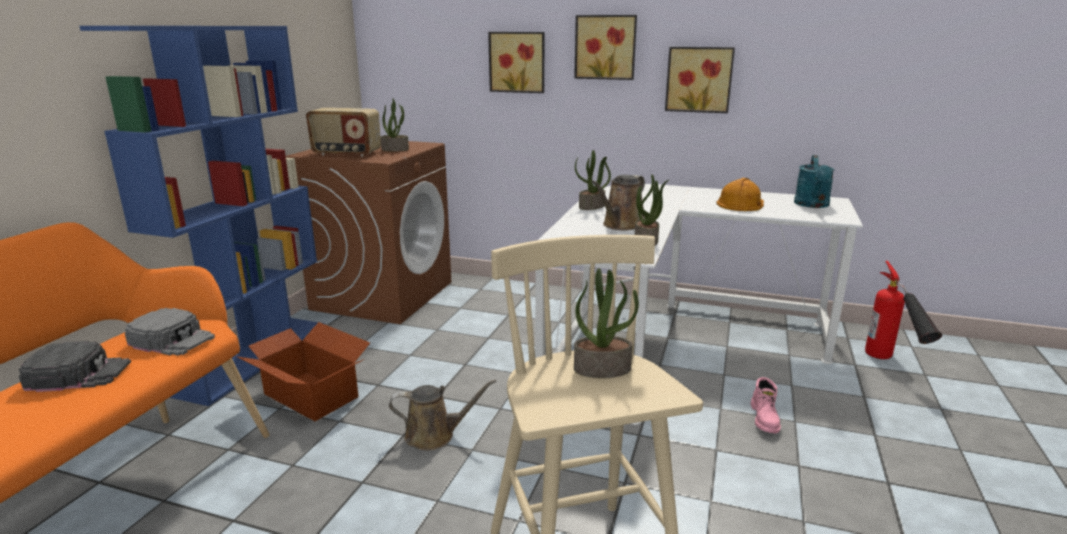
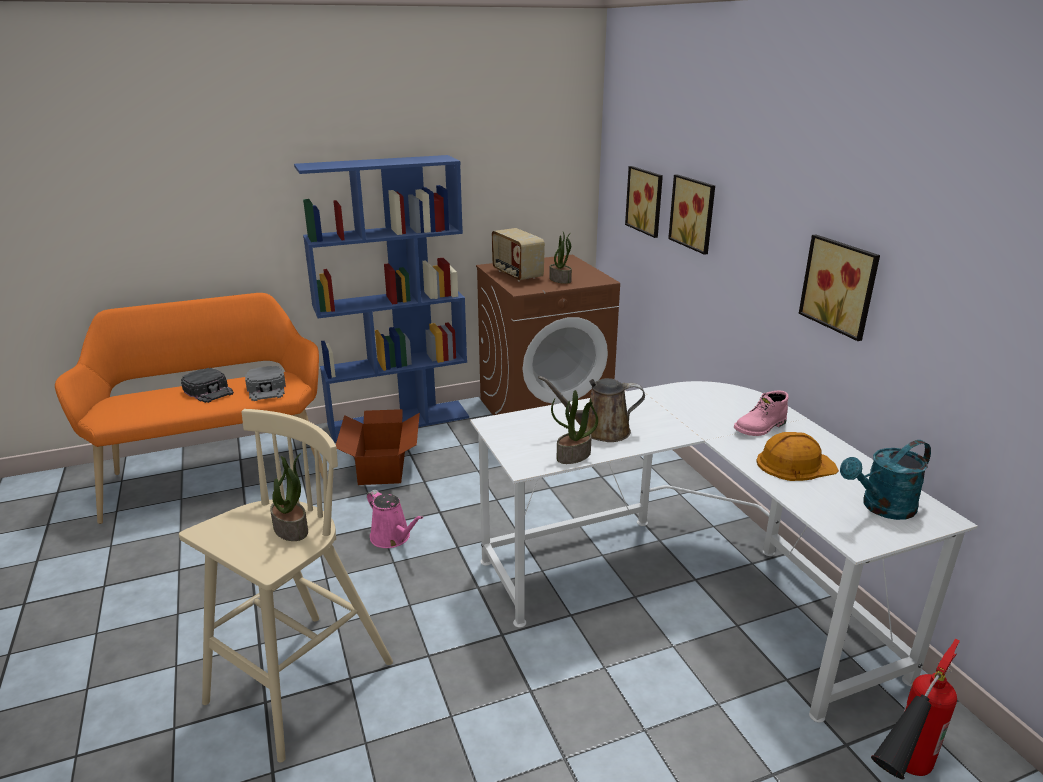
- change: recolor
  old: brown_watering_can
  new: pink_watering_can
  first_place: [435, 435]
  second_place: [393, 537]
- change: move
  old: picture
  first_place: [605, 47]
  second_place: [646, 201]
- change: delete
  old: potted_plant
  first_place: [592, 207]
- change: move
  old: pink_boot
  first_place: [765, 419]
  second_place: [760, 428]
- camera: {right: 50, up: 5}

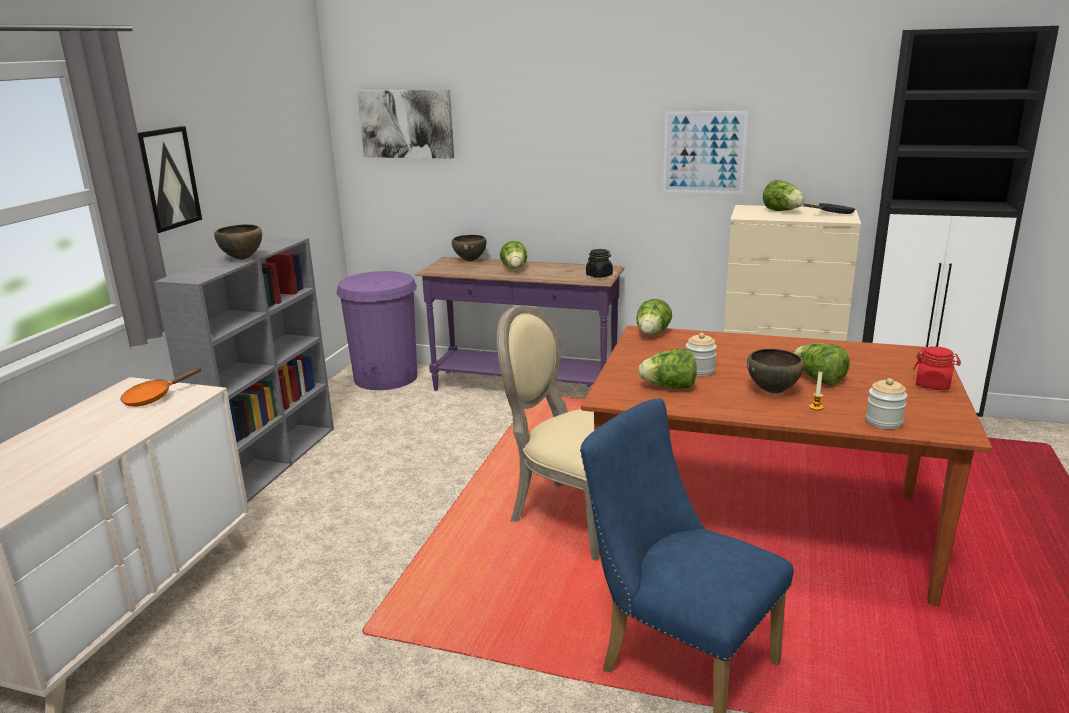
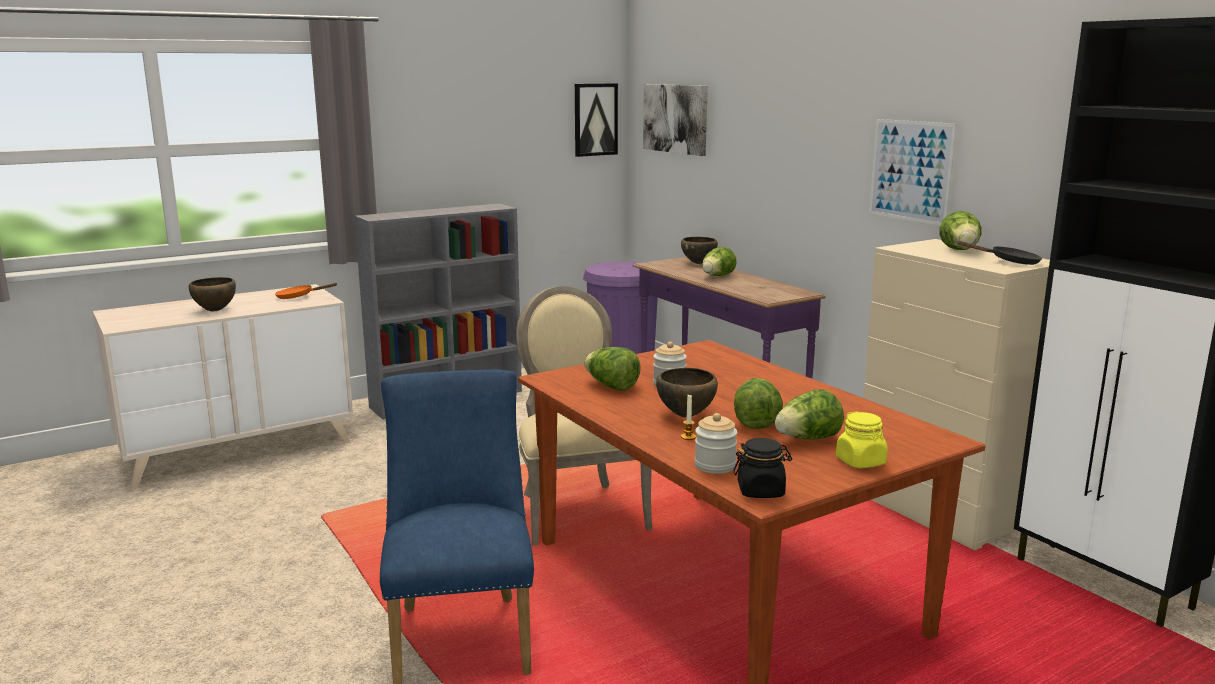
- change: move
  old: picture
  first_place: [167, 178]
  second_place: [595, 119]
- change: move
  old: brown_bowl
  first_place: [243, 259]
  second_place: [215, 310]
- change: move
  old: black_jar
  first_place: [599, 275]
  second_place: [761, 491]
- change: move
  old: lettuce
  first_place: [652, 334]
  second_place: [807, 439]
- change: recolor
  old: red_jar
  new: yellow_jar
  first_place: [933, 384]
  second_place: [861, 462]
- camera: {right: 40, up: -5}

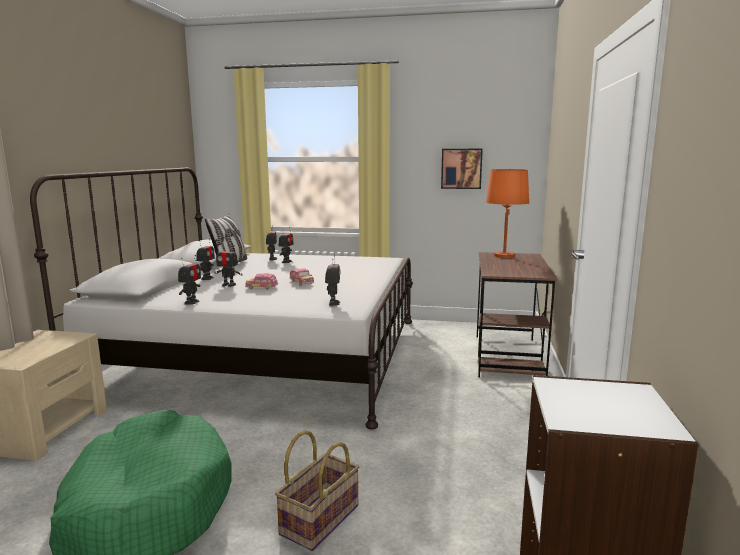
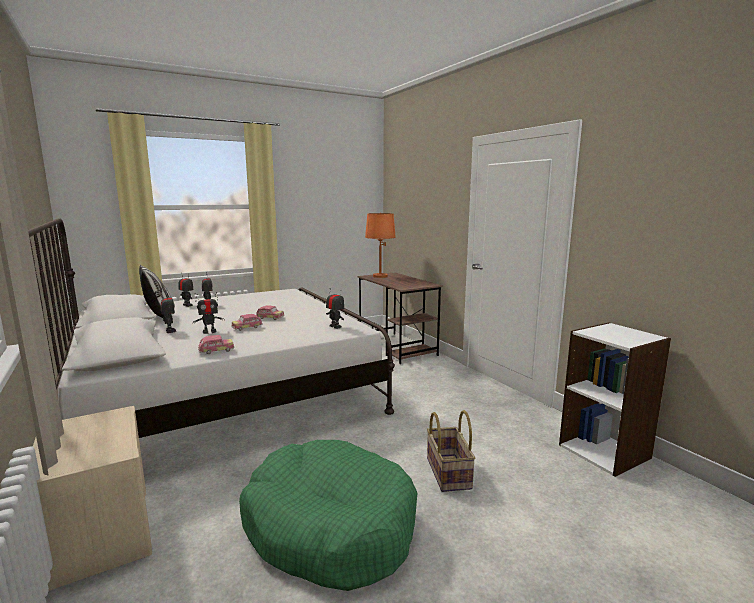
- change: replace
  old: toy_robot
  new: toy_car
  first_place: [191, 302]
  second_place: [216, 351]
- change: delete
  old: picture
  first_place: [461, 168]
- camera: {right: -40, up: 0}

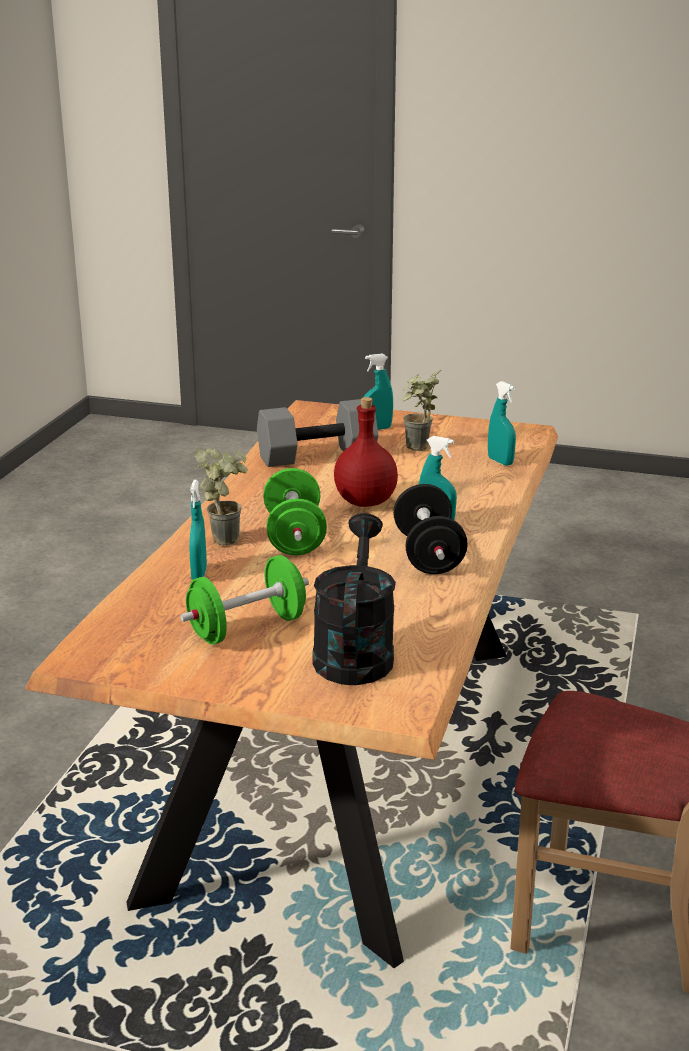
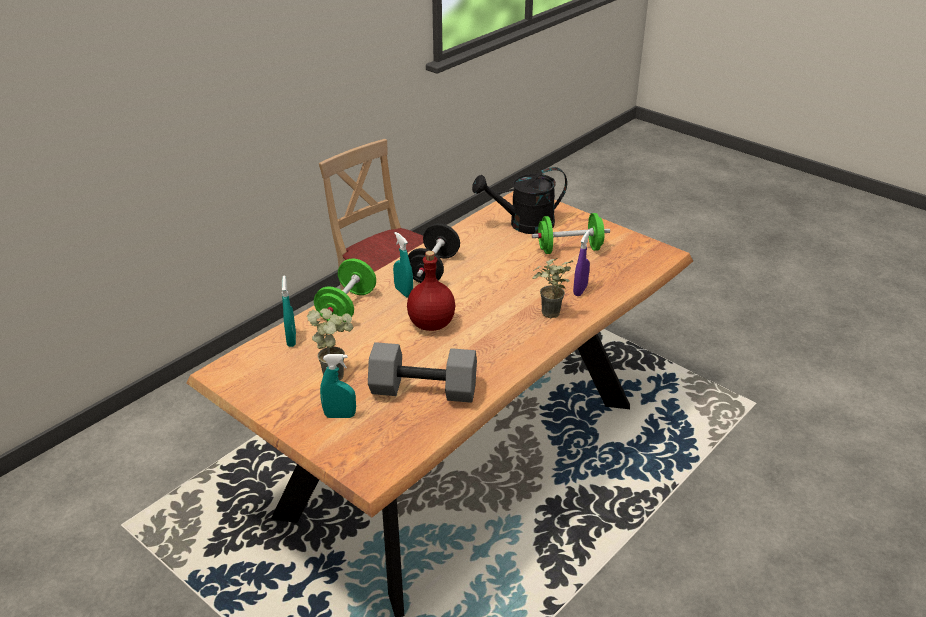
- change: recolor
  old: turquoise_spray_bottle
  new: purple_spray_bottle
  first_place: [199, 574]
  second_place: [580, 290]
- change: move
  old: green_dumbbell
  first_place: [294, 537]
  second_place: [347, 307]
- change: rotate
  old: black_watering_can
  first_place: [354, 652]
  second_place: [523, 225]
  degrees: 45
- camera: {right: -155, up: 10}

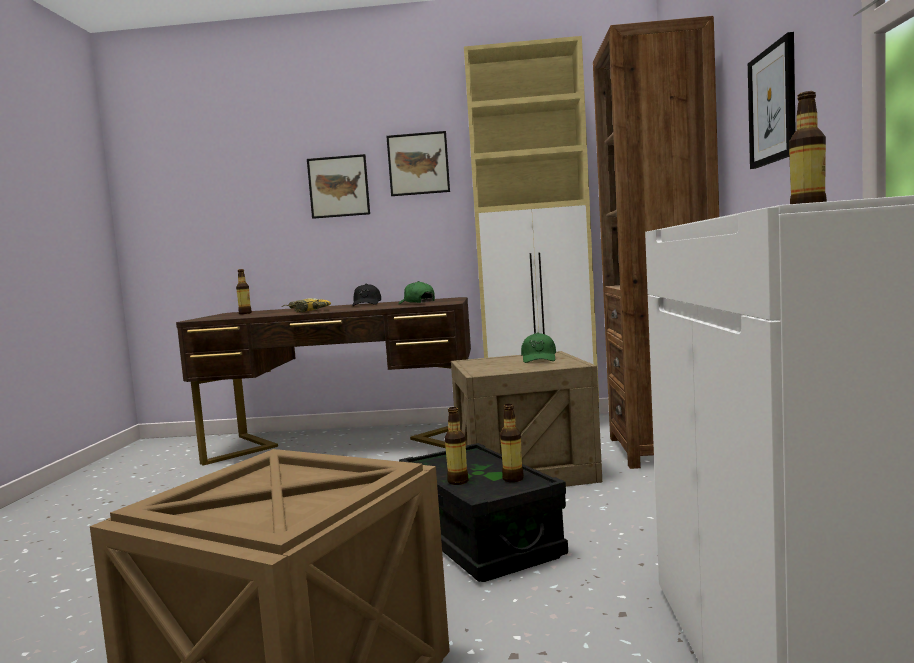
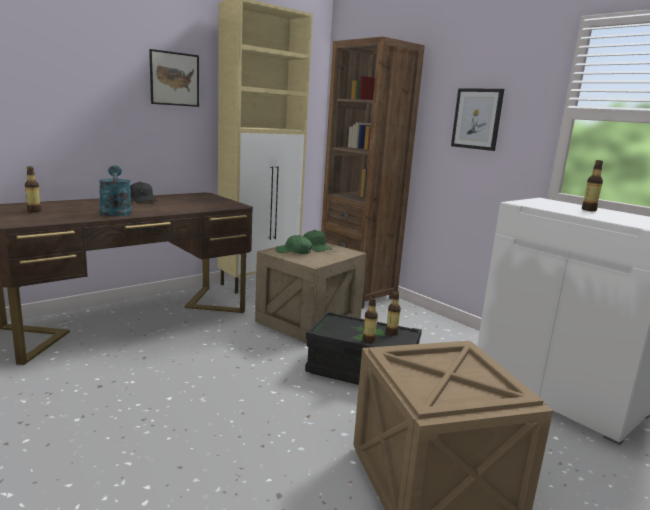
- change: replace
  old: power_drill
  new: turquoise_watering_can
  first_place: [304, 311]
  second_place: [115, 211]
- change: delete
  old: picture
  first_place: [338, 186]
- change: move
  old: green_cap
  first_place: [416, 303]
  second_place: [294, 252]
- camera: {right: -45, up: 10}

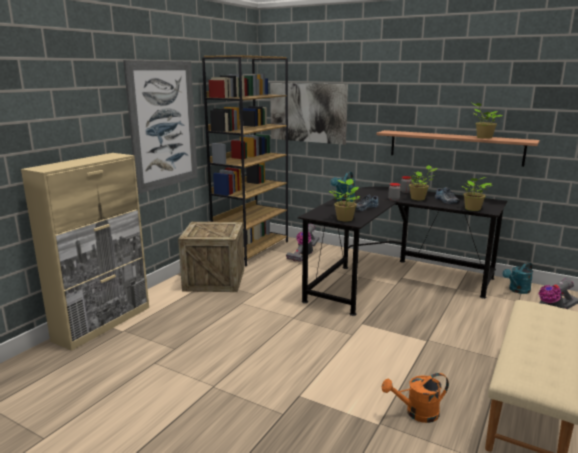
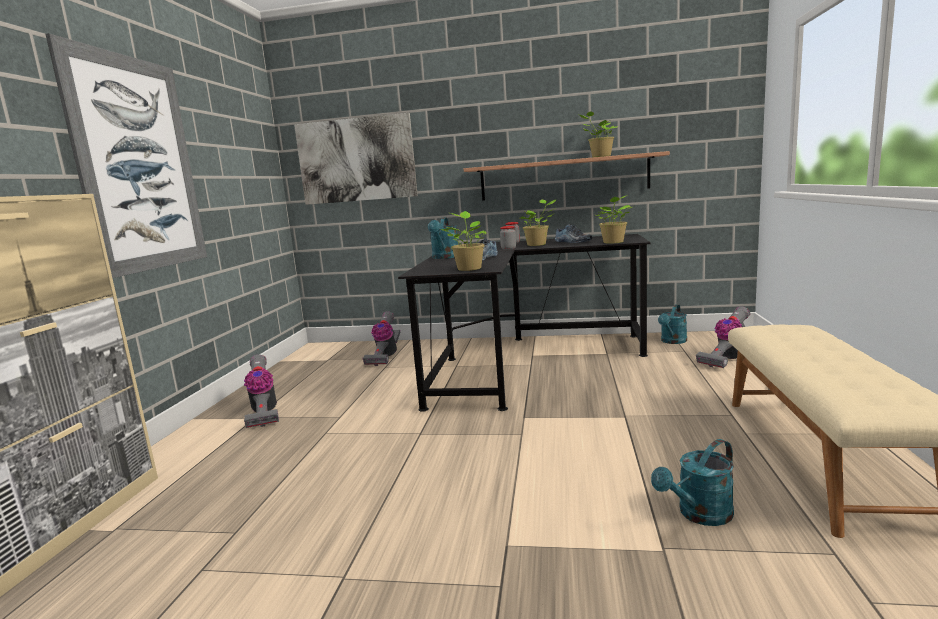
- change: replace
  old: crate
  new: vacuum_cleaner
  first_place: [214, 280]
  second_place: [264, 412]
- change: delete
  old: brown_bookcase
  first_place: [251, 249]
- change: recolor
  old: orange_watering_can
  new: turquoise_watering_can
  first_place: [416, 413]
  second_place: [699, 515]
- camera: {right: -20, up: -5}

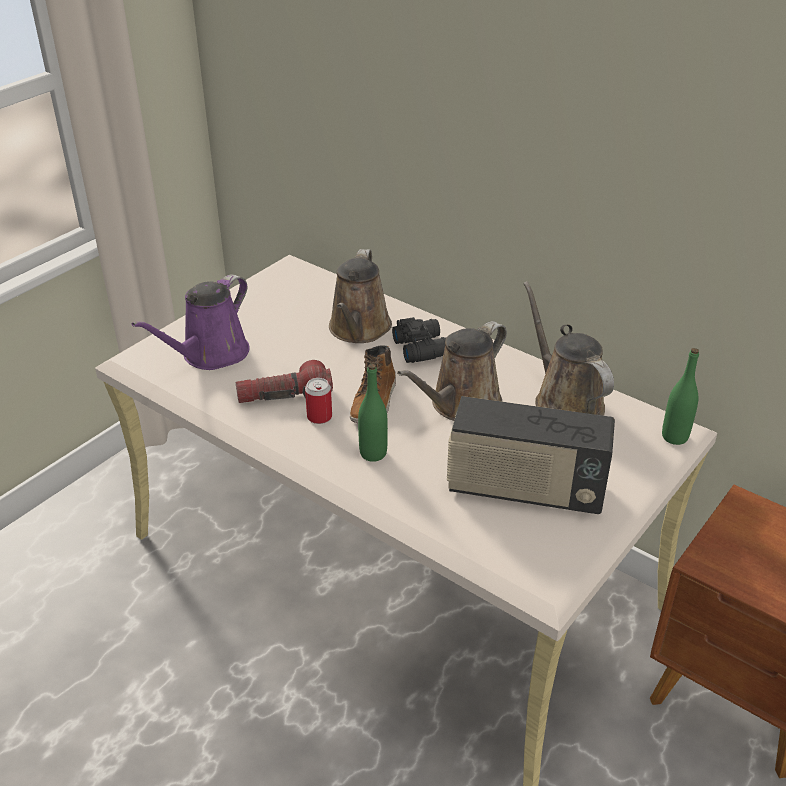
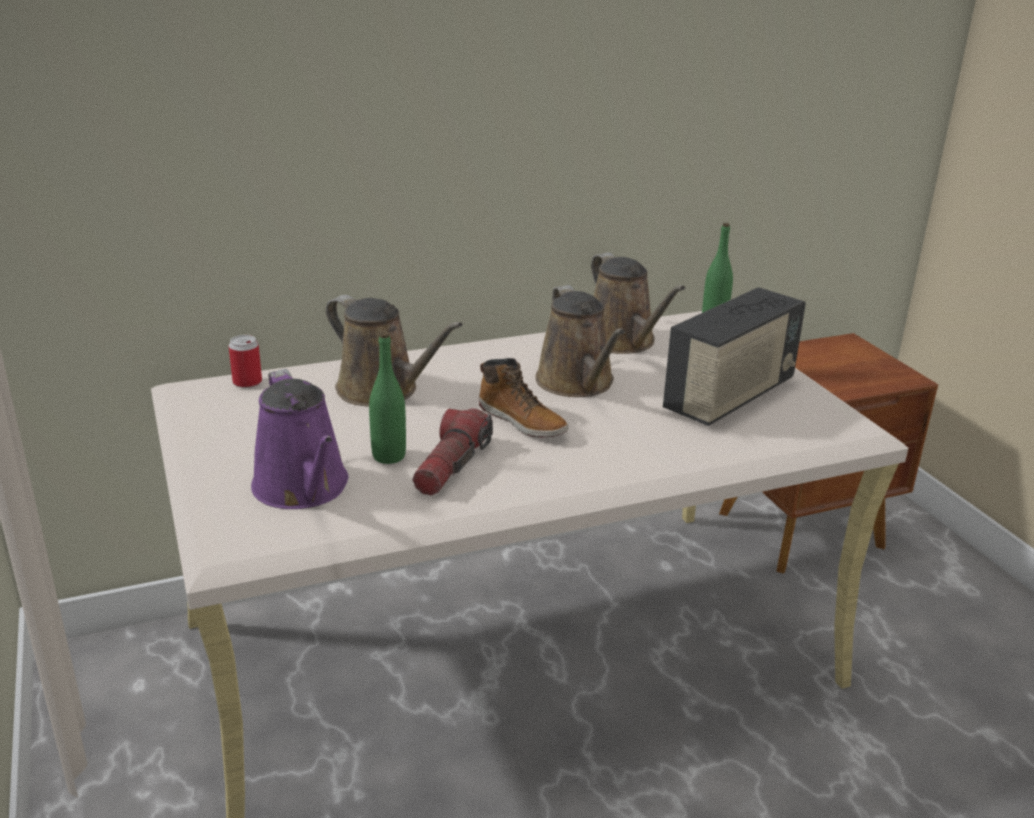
- change: move
  old: can
  first_place: [319, 417]
  second_place: [247, 382]
- change: move
  old: green_bottle
  first_place: [373, 453]
  second_place: [389, 456]
- change: delete
  old: black_binoculars
  first_place: [422, 347]
- change: rotate
  old: brown_watering_can
  first_place: [564, 401]
  second_place: [623, 342]
  degrees: -120
- camera: {right: -60, up: -10}

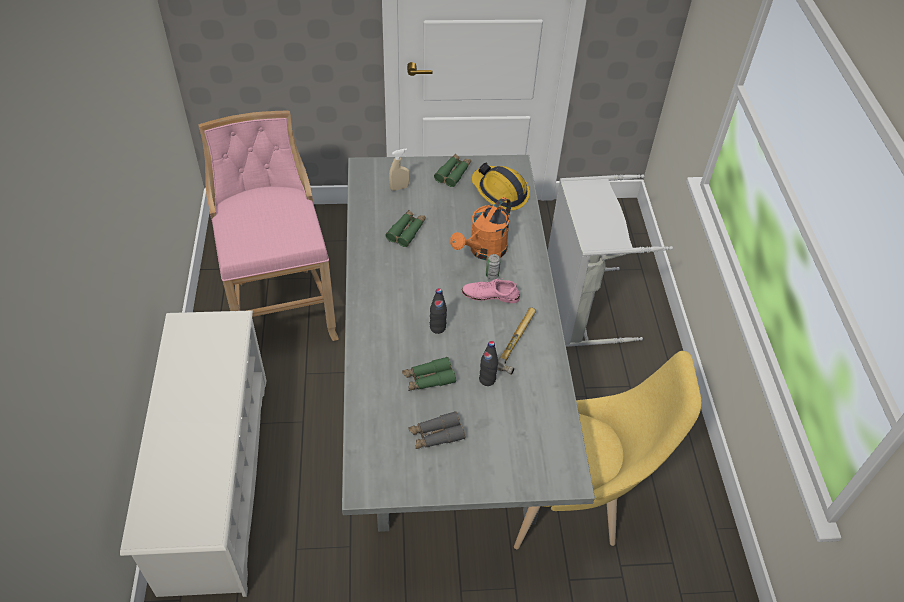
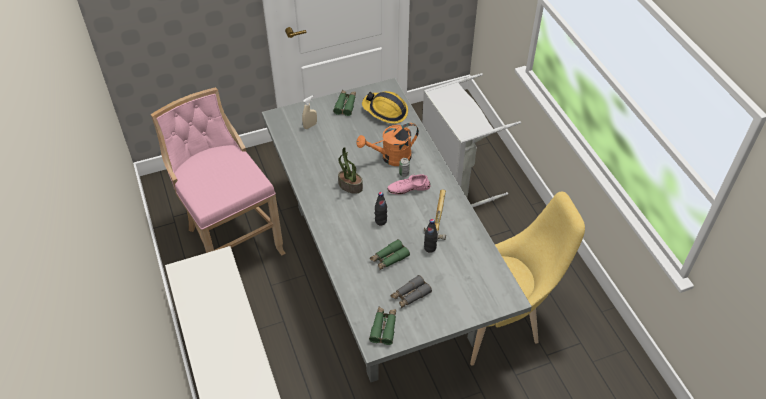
- change: move
  old: green_binoculars
  first_place: [406, 231]
  second_place: [384, 327]
- change: rotate
  old: orange_watering_can
  first_place: [483, 251]
  second_place: [391, 157]
  degrees: 45
- change: insert
  new: potted_plant
  second_place: [350, 186]
- camera: {right: -15, up: 0}

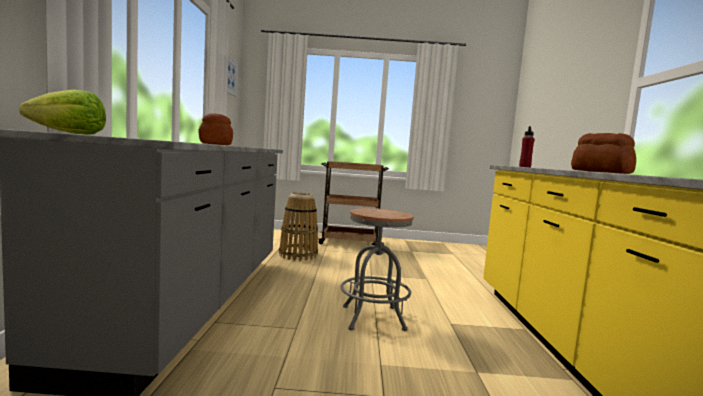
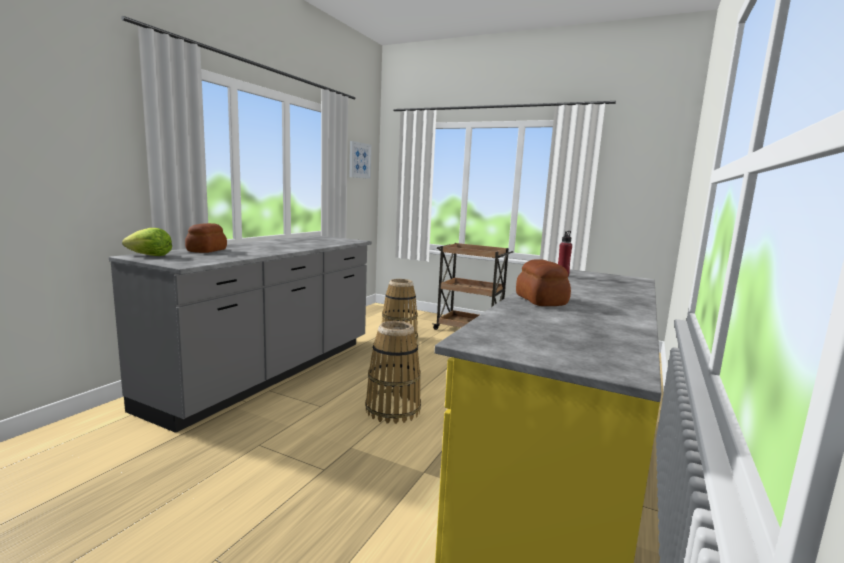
- change: move
  old: bread
  first_place: [216, 144]
  second_place: [207, 250]
- change: replace
  old: grey_stool
  new: basket
  first_place: [373, 318]
  second_place: [393, 409]
- camera: {right: 25, up: 5}

